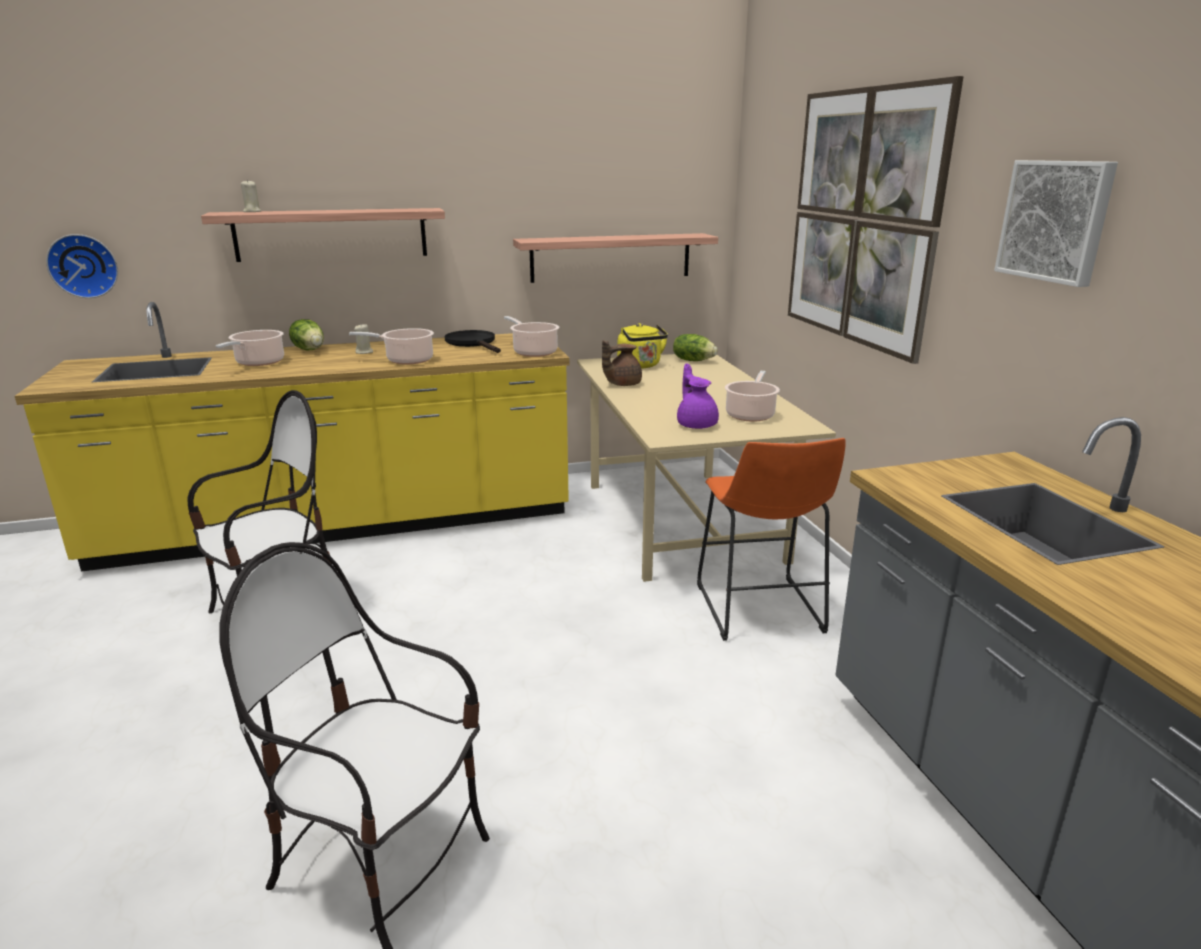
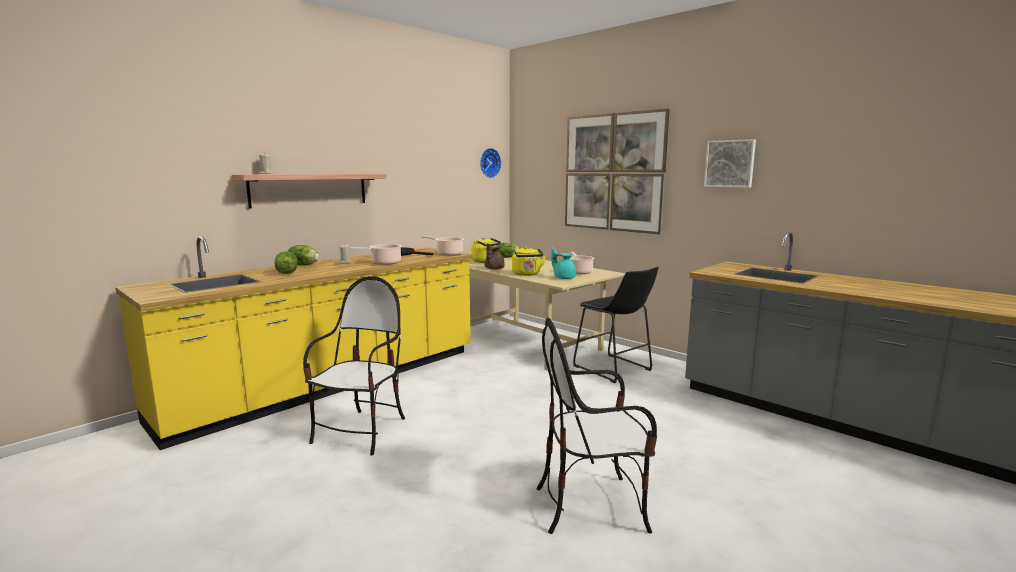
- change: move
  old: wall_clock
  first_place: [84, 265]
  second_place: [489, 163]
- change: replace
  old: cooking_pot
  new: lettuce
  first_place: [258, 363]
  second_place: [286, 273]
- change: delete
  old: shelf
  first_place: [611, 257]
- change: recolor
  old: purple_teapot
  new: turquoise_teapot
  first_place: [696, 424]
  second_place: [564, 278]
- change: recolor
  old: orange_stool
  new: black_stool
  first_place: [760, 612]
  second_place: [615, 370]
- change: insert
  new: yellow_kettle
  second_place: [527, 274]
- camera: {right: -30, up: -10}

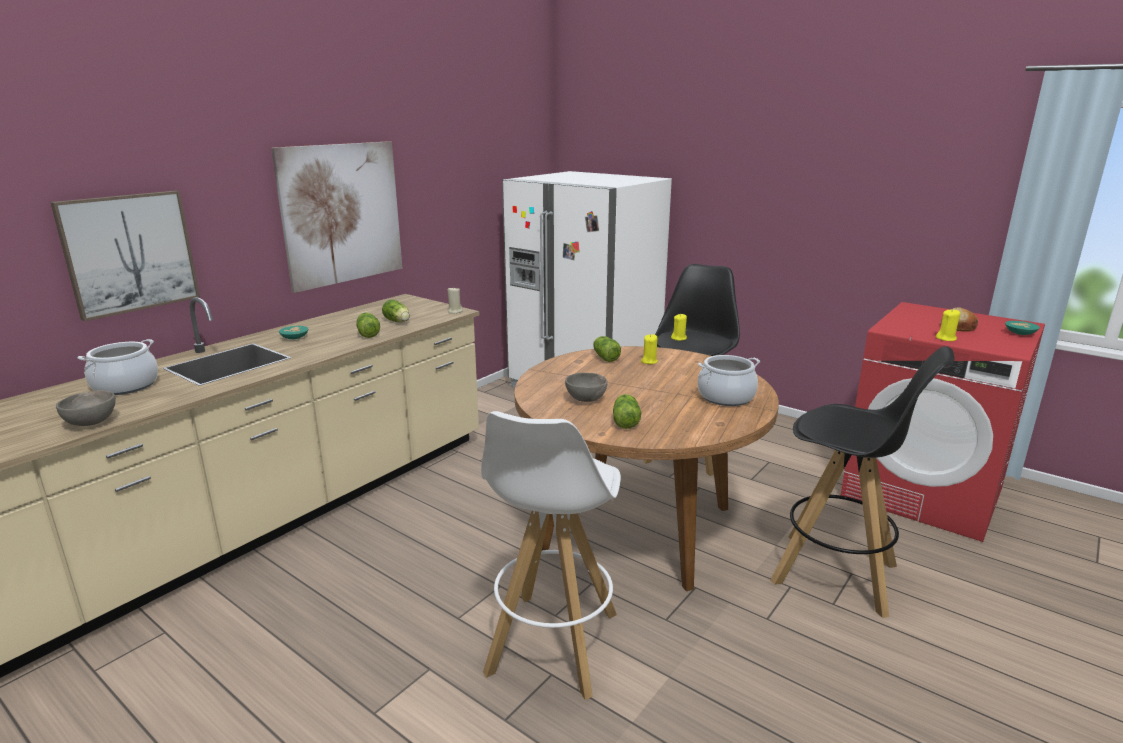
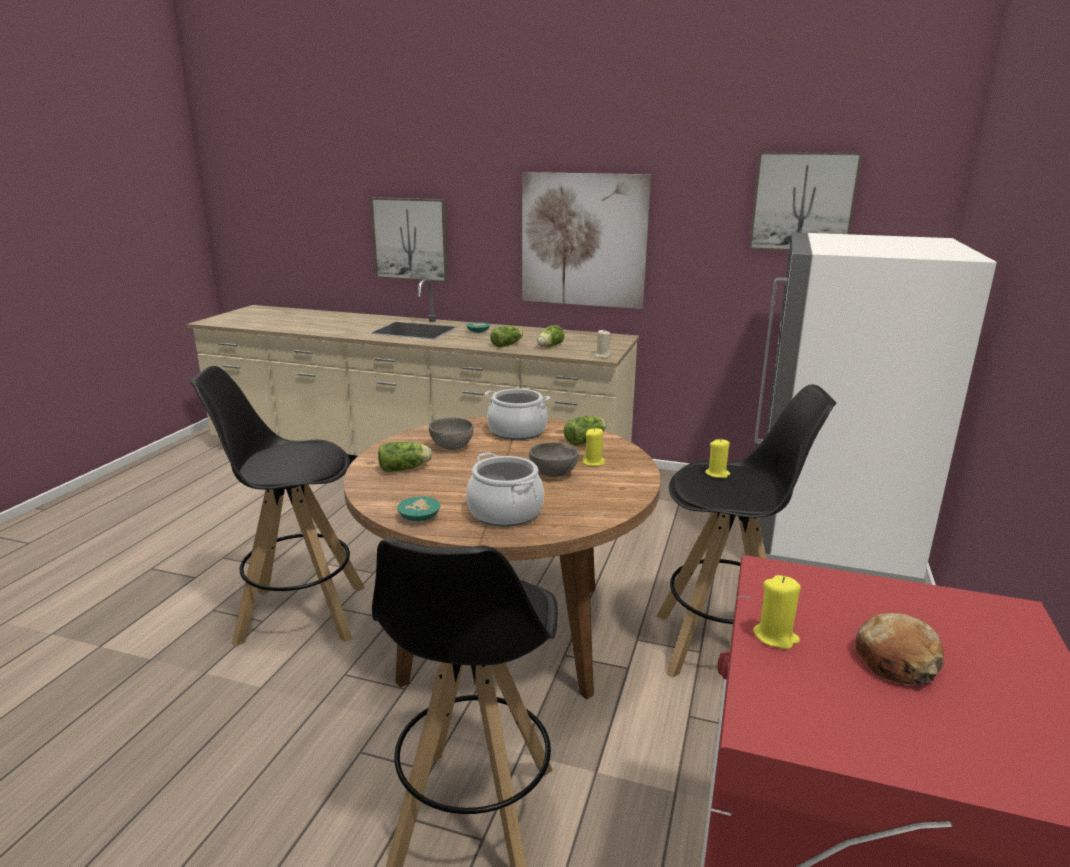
- change: move
  old: grey_bowl
  first_place: [93, 423]
  second_place: [554, 474]
- change: move
  old: cooking_pot
  first_place: [125, 386]
  second_place: [517, 431]
- change: recolor
  old: white_stool
  new: black_stool
  first_place: [552, 644]
  second_place: [300, 614]
- change: move
  old: turquoise_bowl
  first_place: [1018, 333]
  second_place: [419, 517]
- change: insert
  new: picture
  second_place: [803, 202]
- camera: {right: 70, up: 0}

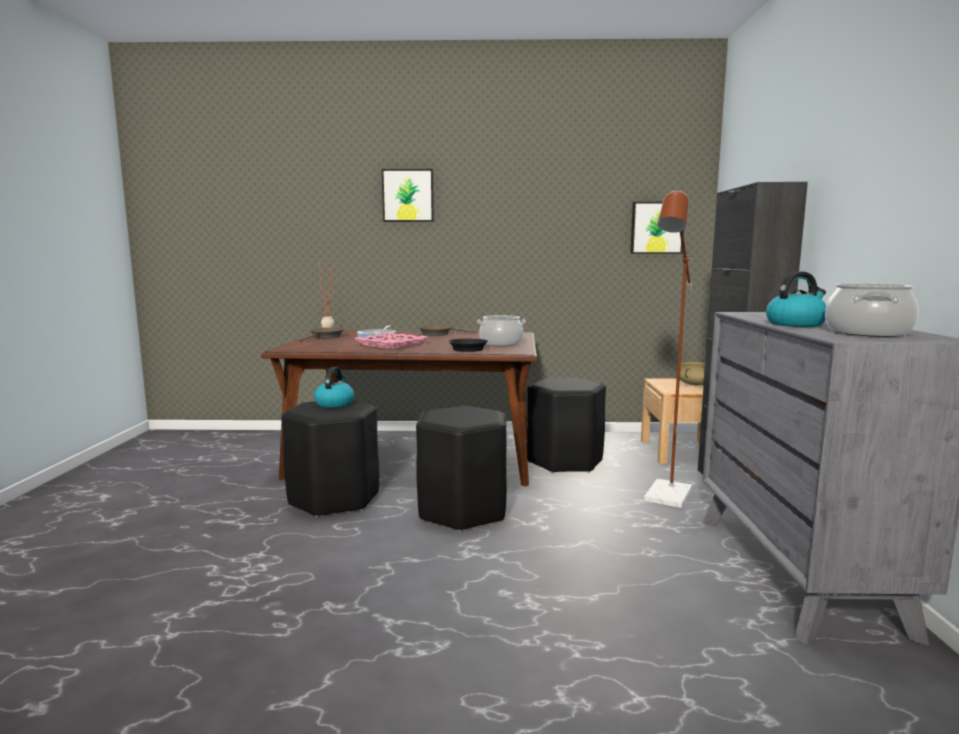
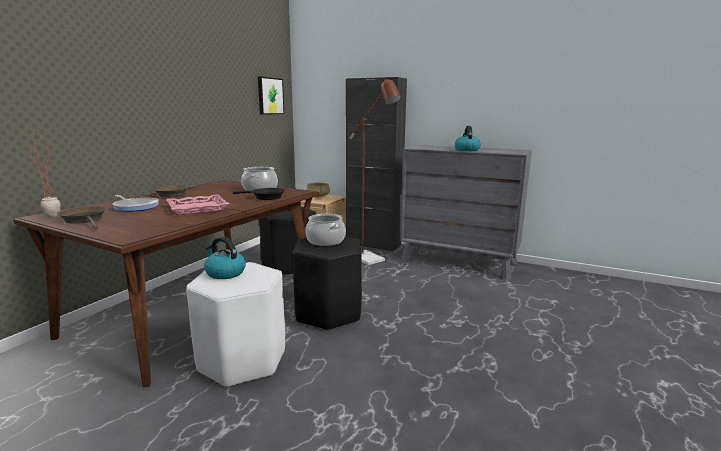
- change: recolor
  old: black_stool
  new: white_stool
  first_place: [334, 499]
  second_place: [242, 361]
- change: delete
  old: picture
  first_place: [408, 195]
- change: move
  old: cooking_pot
  first_place: [868, 333]
  second_place: [326, 241]
- camera: {right: -65, up: 5}

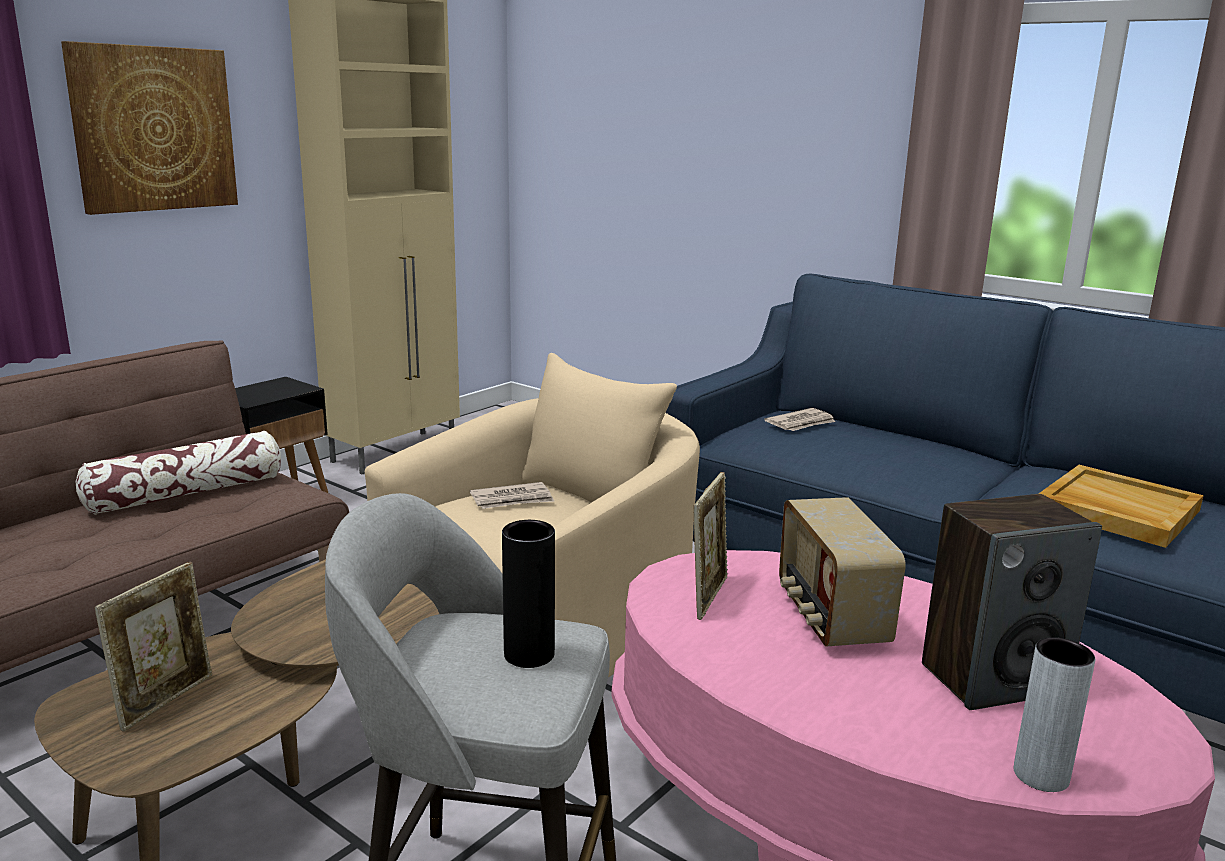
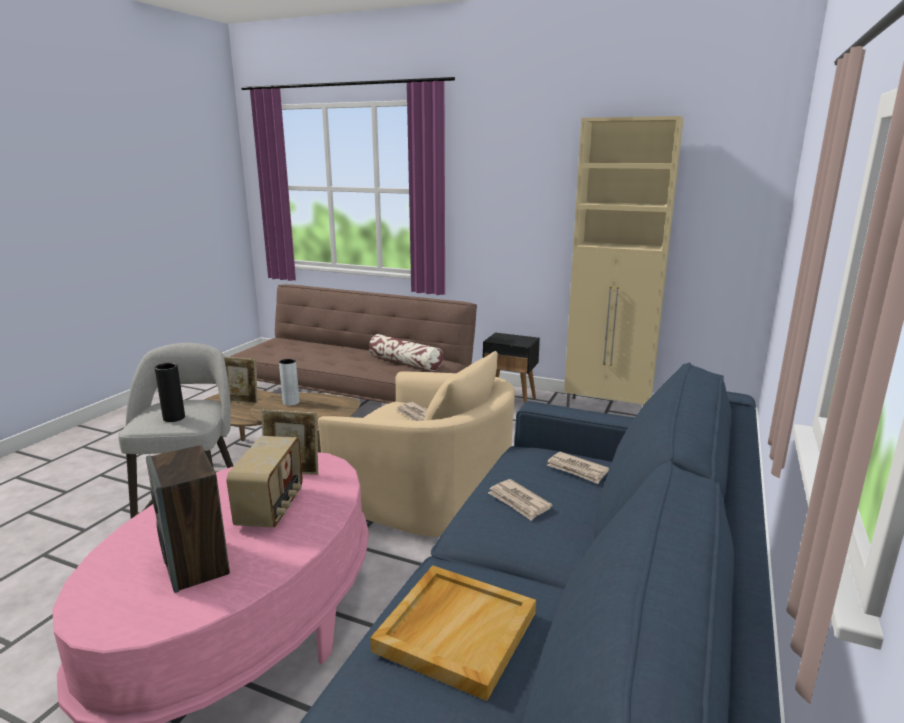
- change: delete
  old: picture
  first_place: [154, 129]
- change: rotate
  old: radio
  first_place: [829, 617]
  second_place: [272, 508]
  degrees: 120
- change: move
  old: grey_vase
  first_place: [1041, 775]
  second_place: [291, 402]
- change: insert
  new: newspaper
  second_place: [519, 502]
- camera: {right: 75, up: 0}

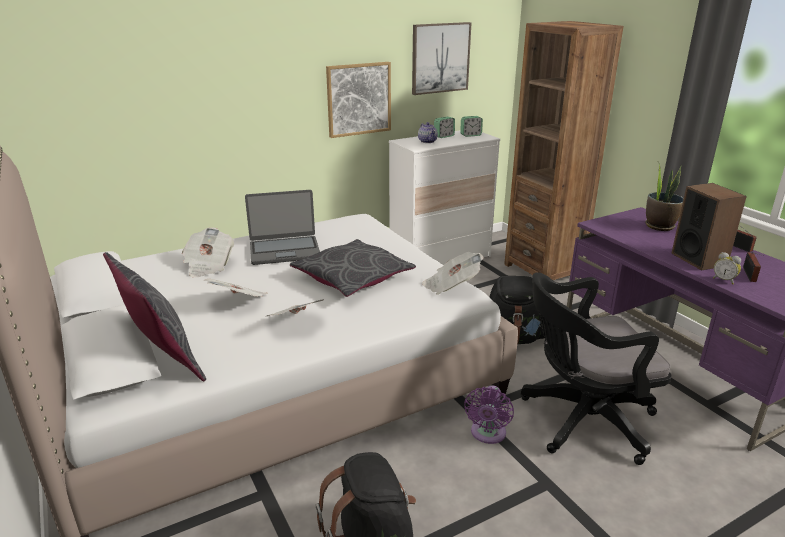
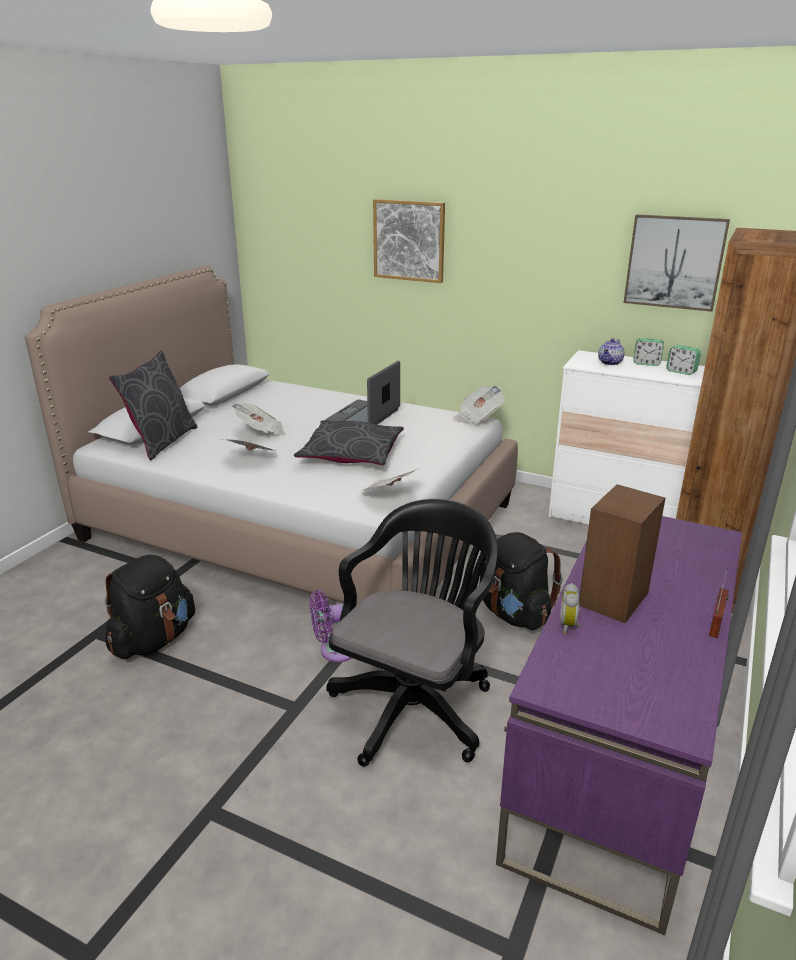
- change: move
  old: newspaper
  first_place: [208, 265]
  second_place: [477, 418]
- change: rotate
  old: laptop
  first_place: [284, 251]
  second_place: [364, 417]
  degrees: 75
- change: move
  old: picture
  first_place: [358, 99]
  second_place: [409, 240]
- change: rotate
  old: black_office_chair
  first_place: [581, 421]
  second_place: [415, 704]
  degrees: 75
- change: delete
  old: potted_plant
  first_place: [659, 226]
- change: delete
  old: radio
  first_place: [749, 275]
- camera: {right: 55, up: 0}

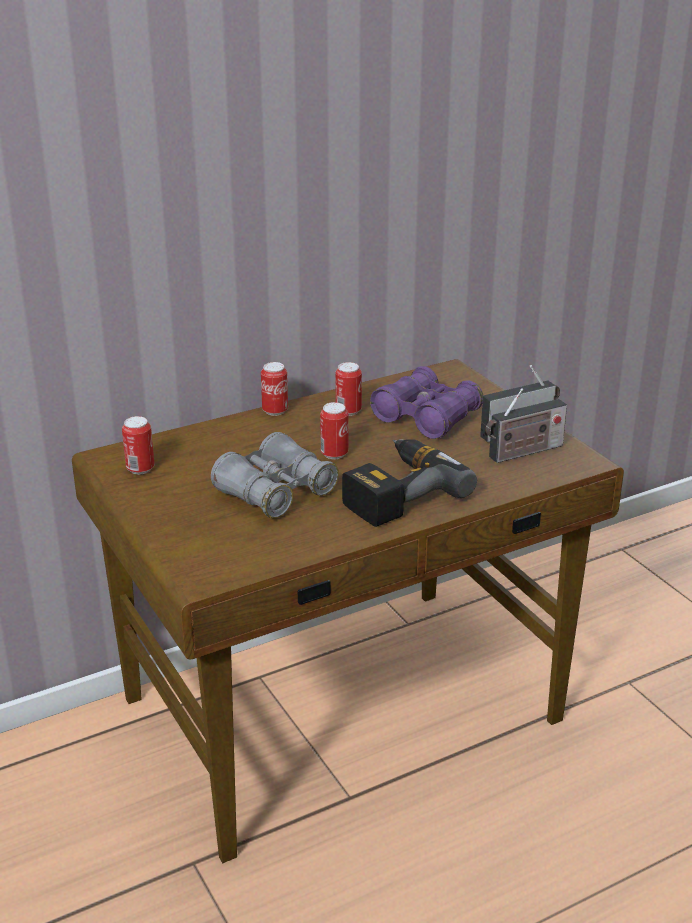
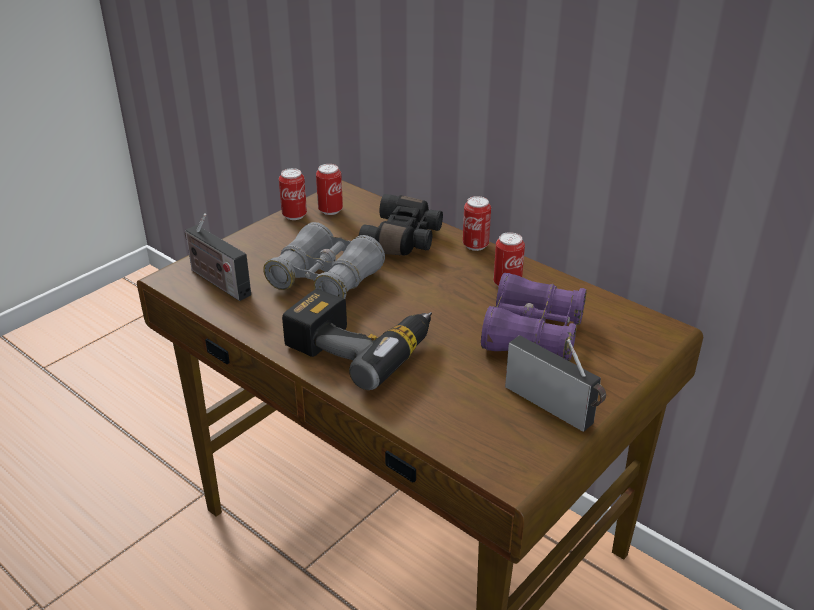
- change: move
  old: can
  first_place: [334, 454]
  second_place: [294, 215]
- change: move
  old: radio
  first_place: [523, 453]
  second_place: [217, 281]
- change: insert
  new: black_binoculars
  second_place: [404, 239]
- camera: {right: 70, up: 5}

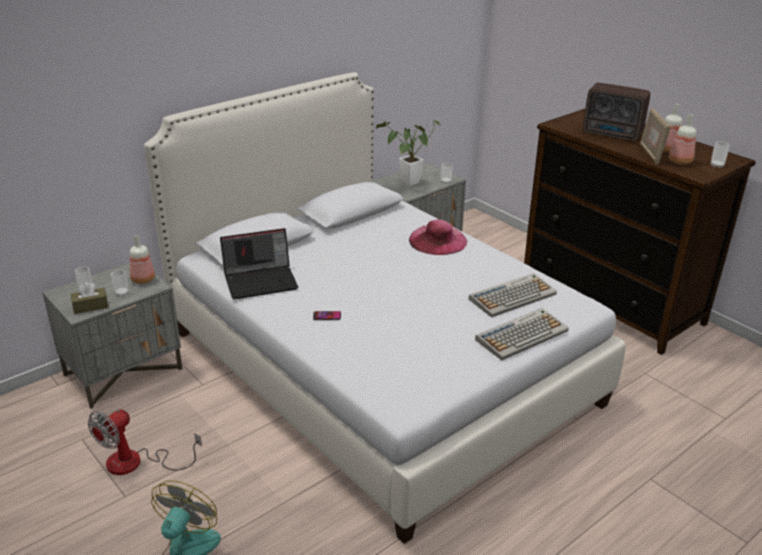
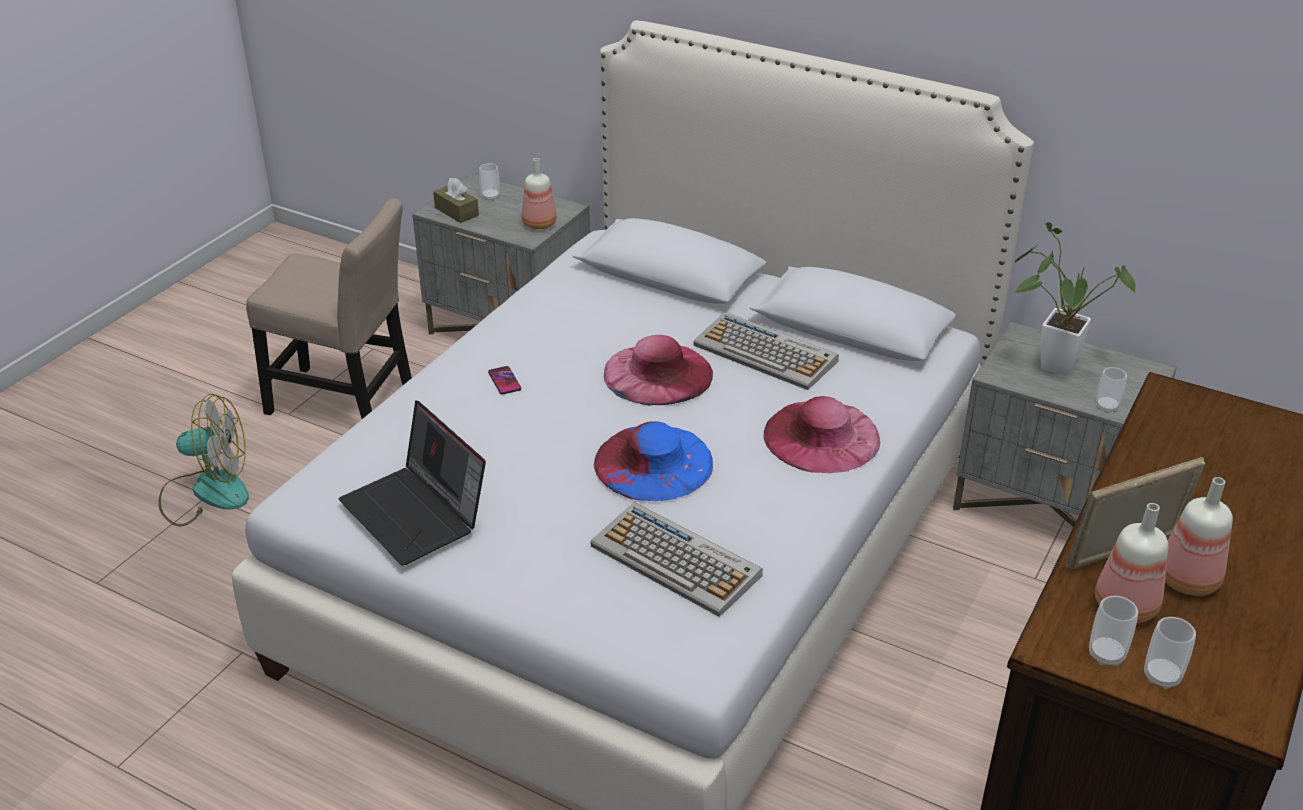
- change: replace
  old: fan
  new: beige_chair
  first_place: [136, 463]
  second_place: [346, 401]
- change: move
  old: cup
  first_place: [121, 293]
  second_place: [1106, 655]
- change: move
  old: laptop
  first_place: [261, 281]
  second_place: [417, 514]
- change: move
  old: keyboard
  first_place: [522, 335]
  second_place: [767, 353]
- change: delete
  old: radio
  first_place: [613, 134]
- change: insert
  new: blue_hat
  second_place: [653, 462]
- change: insert
  new: pink_hat
  second_place: [657, 373]
- camera: {right: 70, up: 5}

